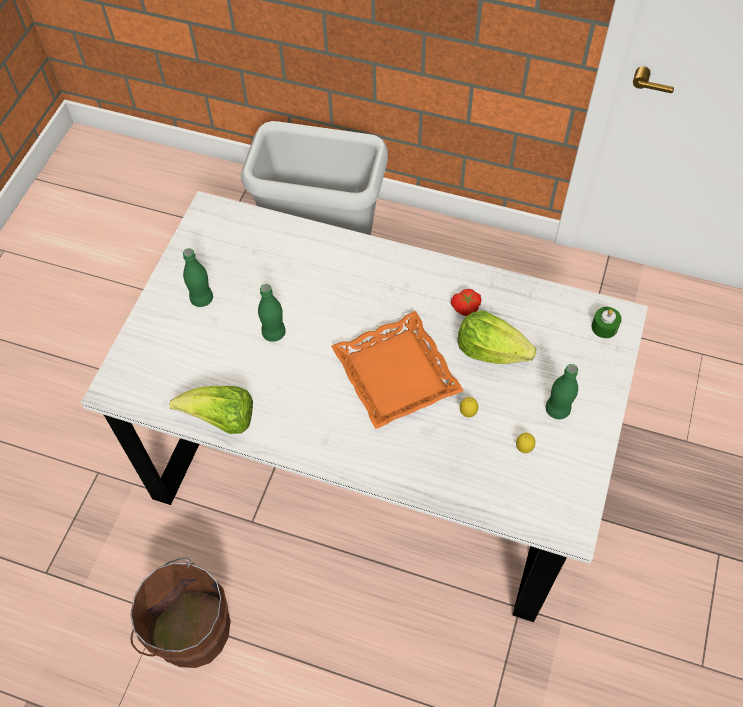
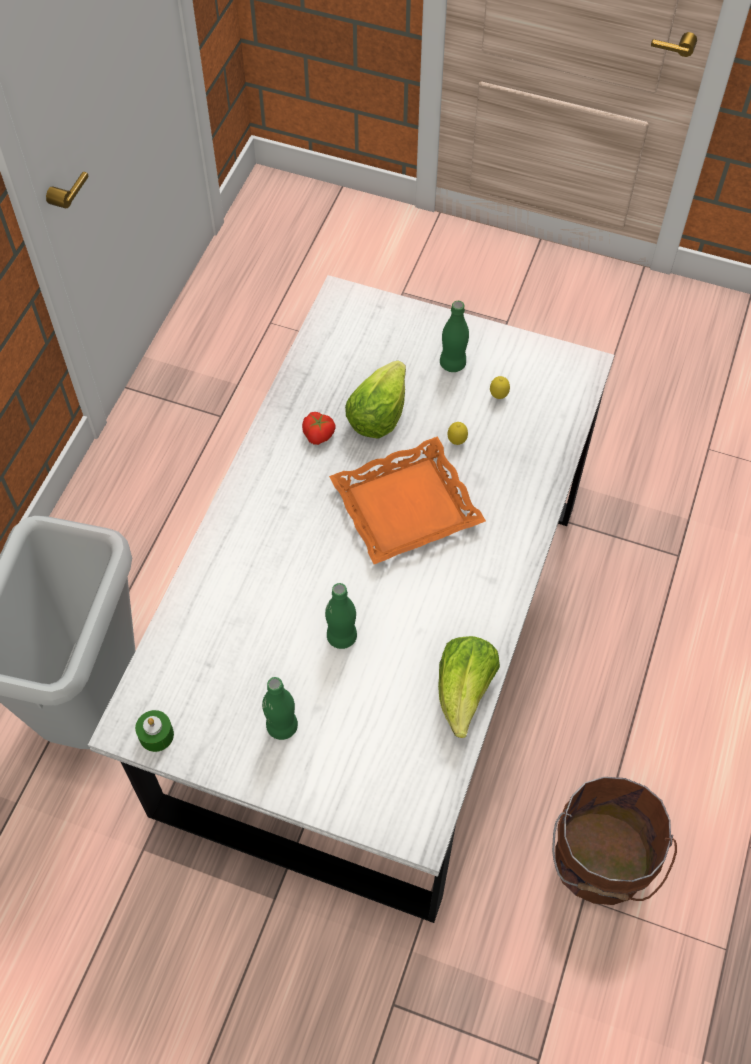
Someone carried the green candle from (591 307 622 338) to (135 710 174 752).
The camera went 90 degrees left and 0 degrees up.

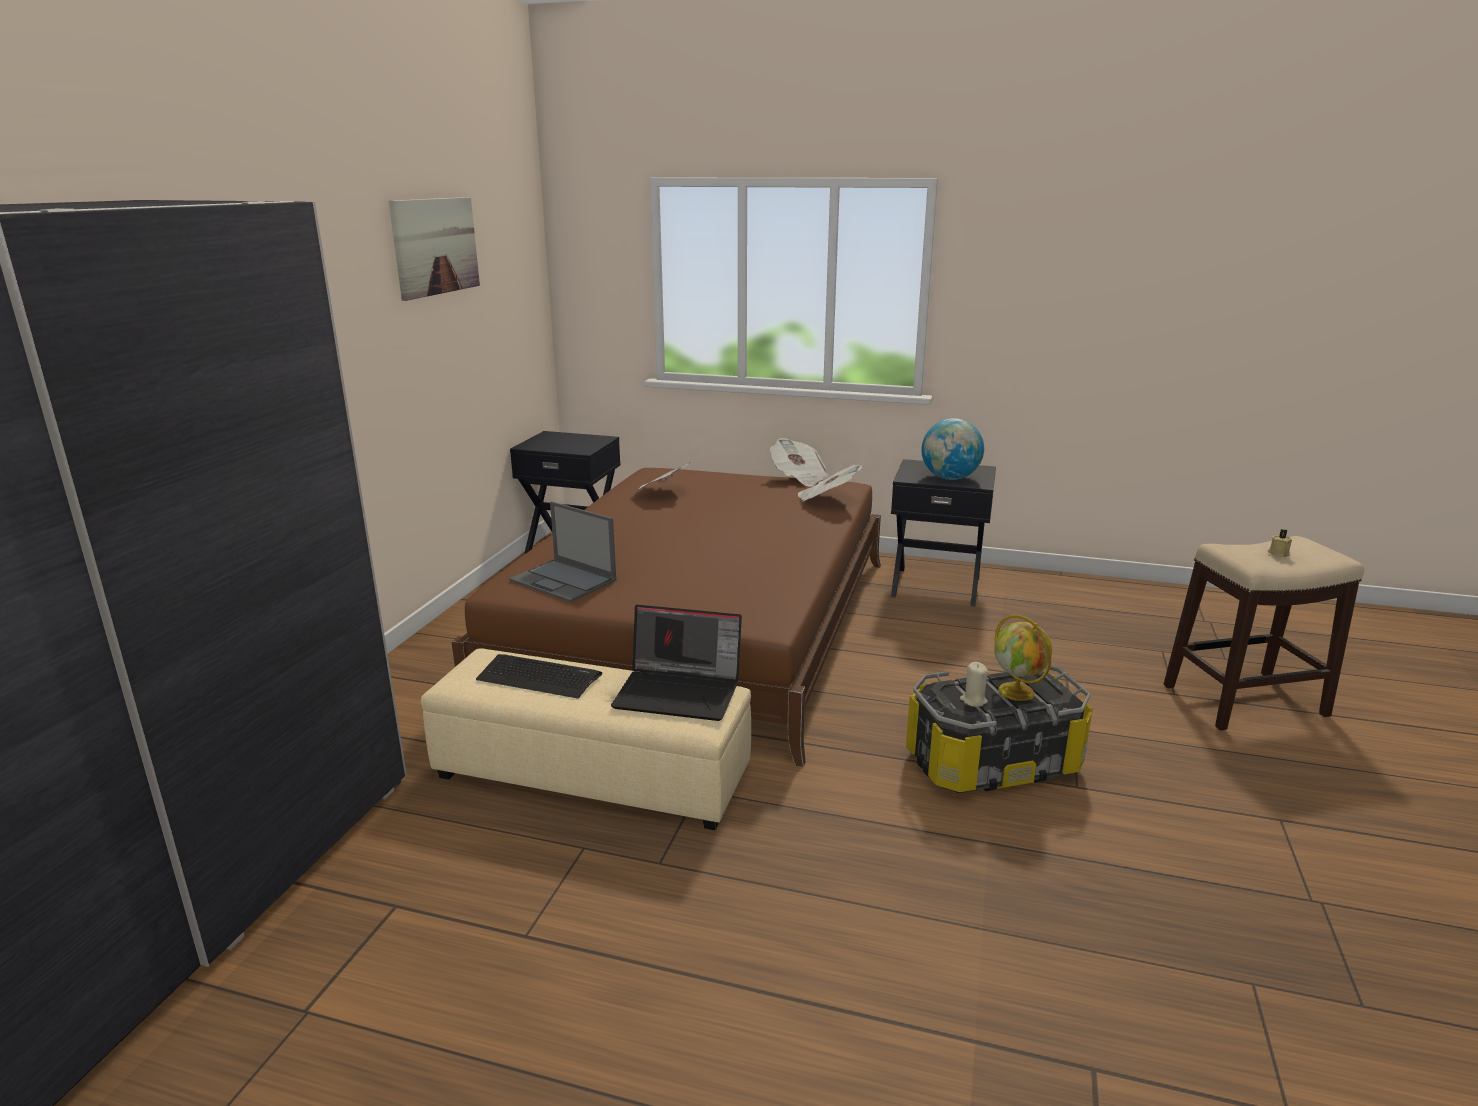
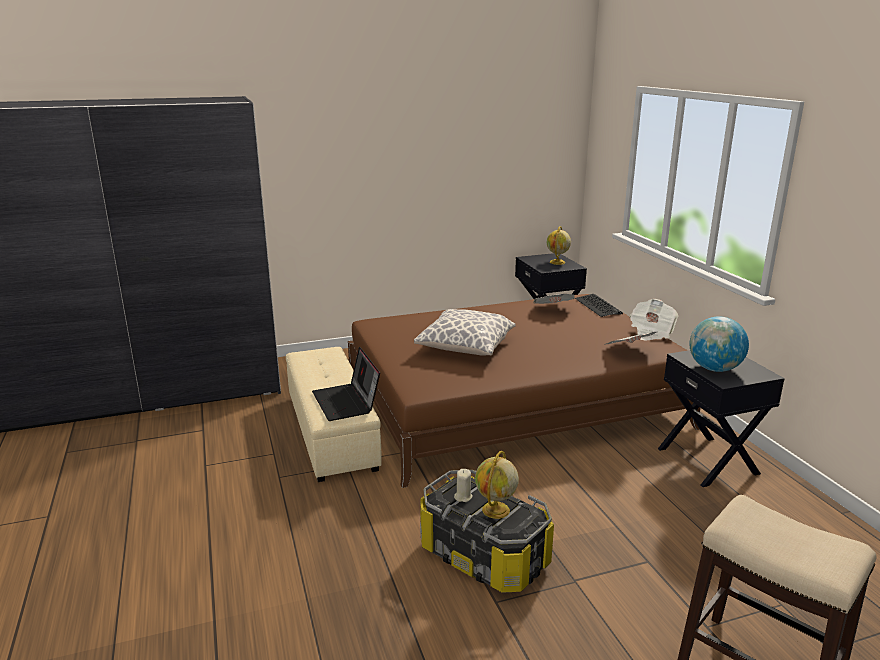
Someone took away the picture at (389 197 480 301).
Someone took away the laptop at (509 501 616 602).
Someone took away the beige candle at (1268 529 1292 557).
Someone carried the keyboard from (476 654 602 698) to (575 294 623 317).
Someone put down the globe at (547 226 571 265).
Someone put down the pillow at (414 309 516 356).
The camera went 55 degrees right and 0 degrees up.

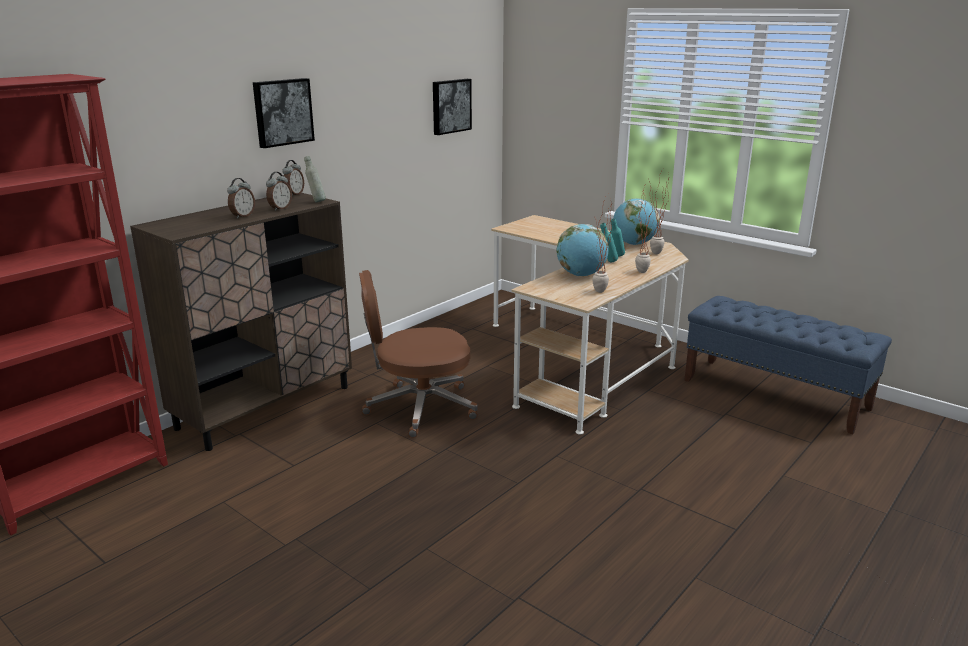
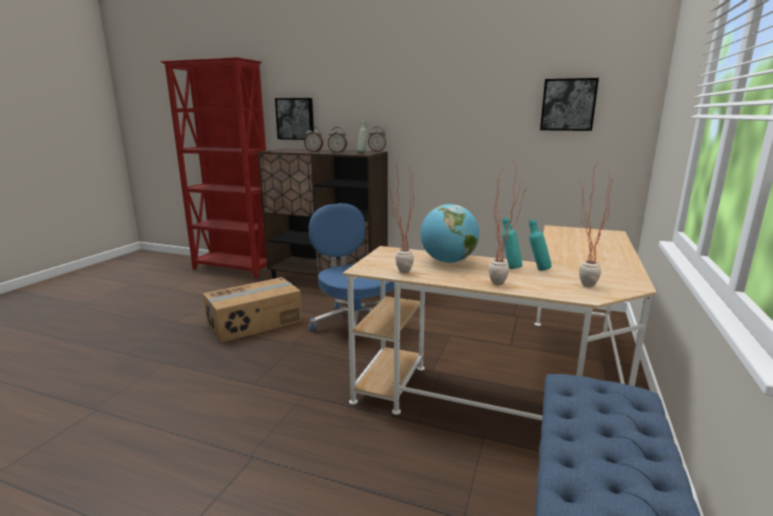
Someone carried the picture from (253 78 315 148) to (275 98 314 140).
Someone took away the globe at (613 198 659 245).
Someone repainted the brown office chair at (359 270 478 438), which became the blue office chair at (309 203 394 346).
Someone put down the cardboard box at (203 277 302 343).
The camera went 70 degrees right and 5 degrees down.

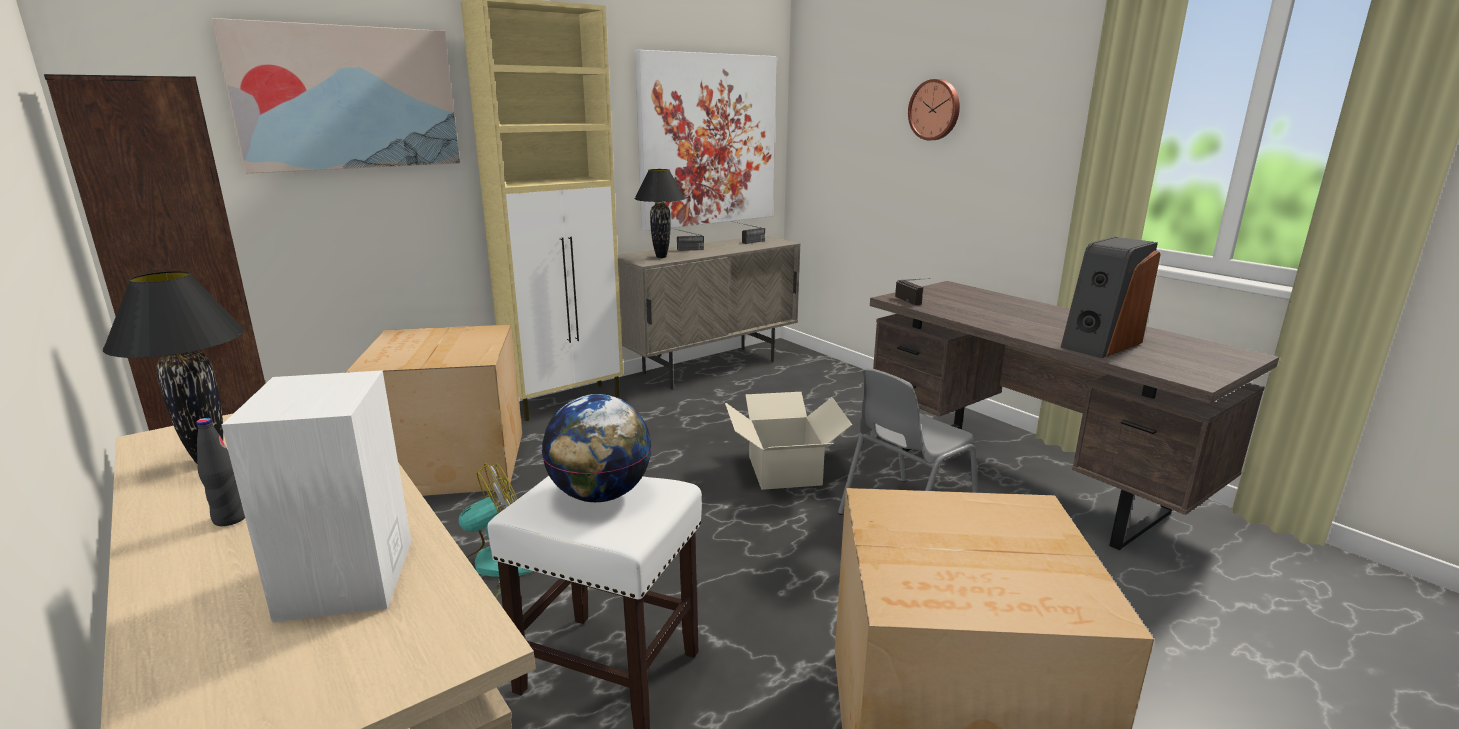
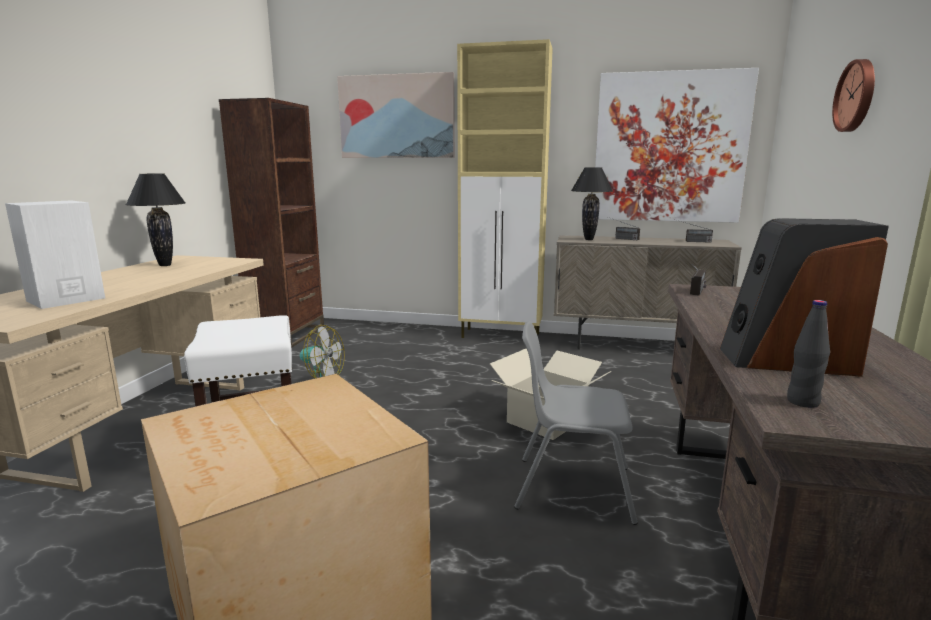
Someone took away the cardboard box at (345 325 522 496).
Someone took away the globe at (542 394 652 502).
Someone carried the black bottle from (196 418 245 526) to (787 300 830 408).
The camera went 50 degrees right and 5 degrees down.

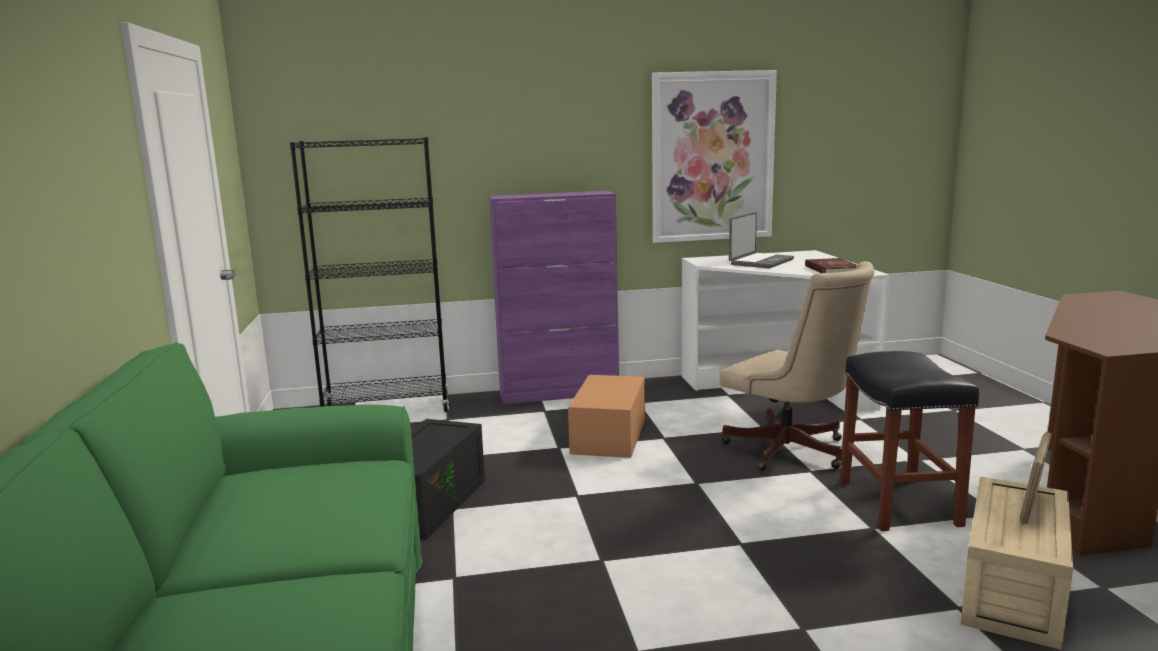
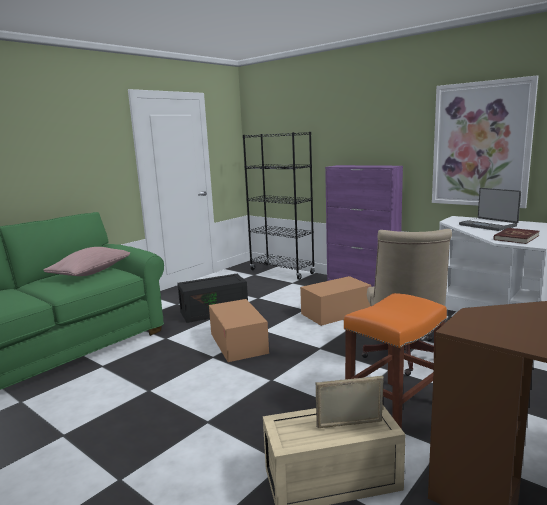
Someone rotated the laptop at (729 212 794 268) by 60 degrees clockwise.
Someone repainted the black stool at (840 351 979 531), which became the orange stool at (344 293 447 429).
Someone put down the pink pillow at (43 247 130 276).
Someone put down the cardboard box at (209 299 269 362).
The camera went 50 degrees right and 0 degrees up.

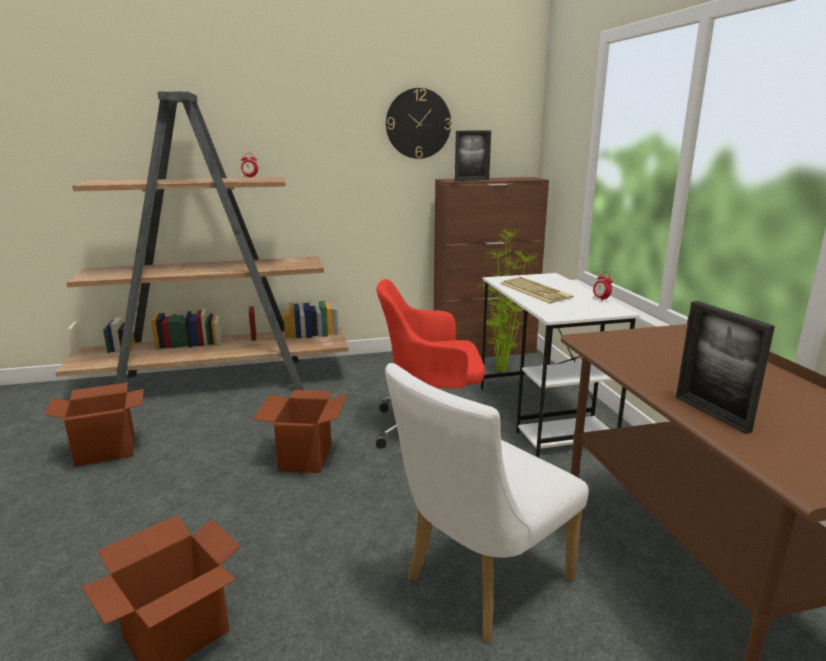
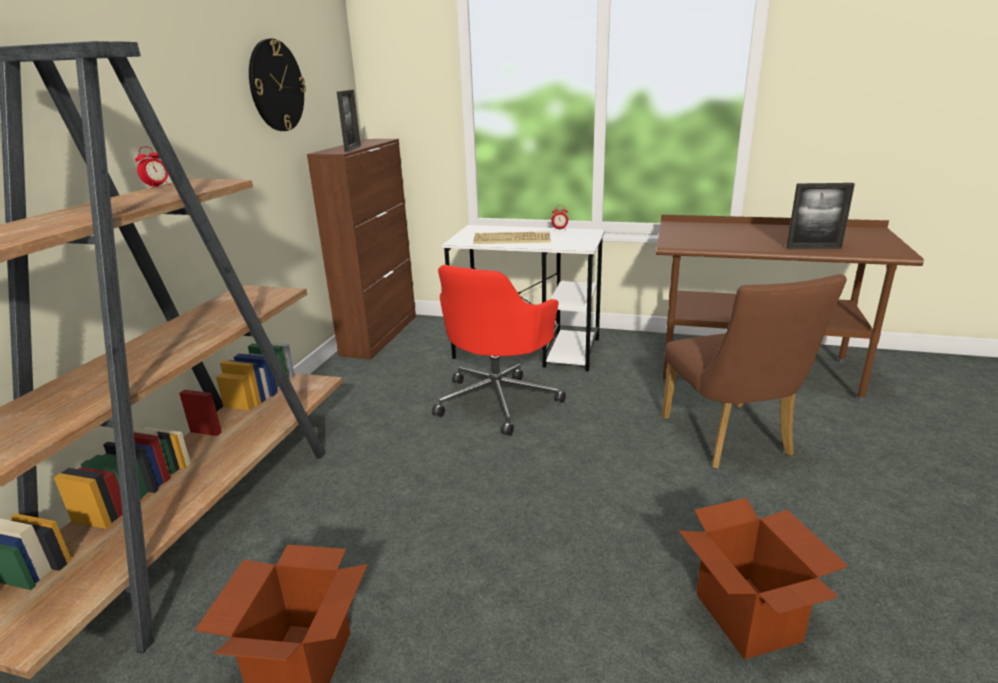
Someone took away the potted plant at (479 229 539 373).
Someone repainted the white chair at (385 363 589 643), which became the brown chair at (662 274 847 469).
Someone took away the cardboard box at (253 390 348 473).
The camera went 60 degrees left and 5 degrees up.

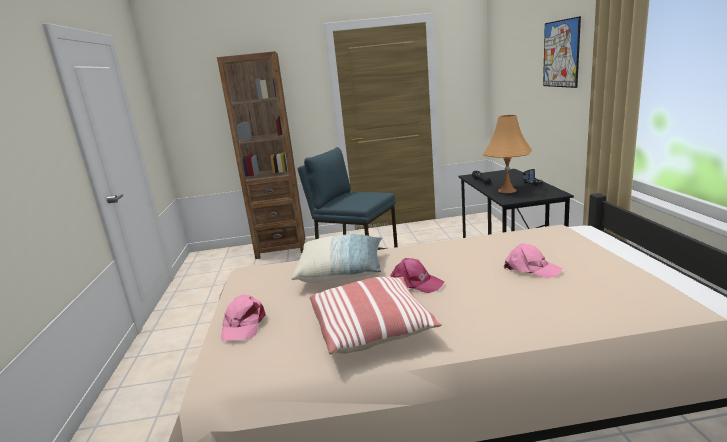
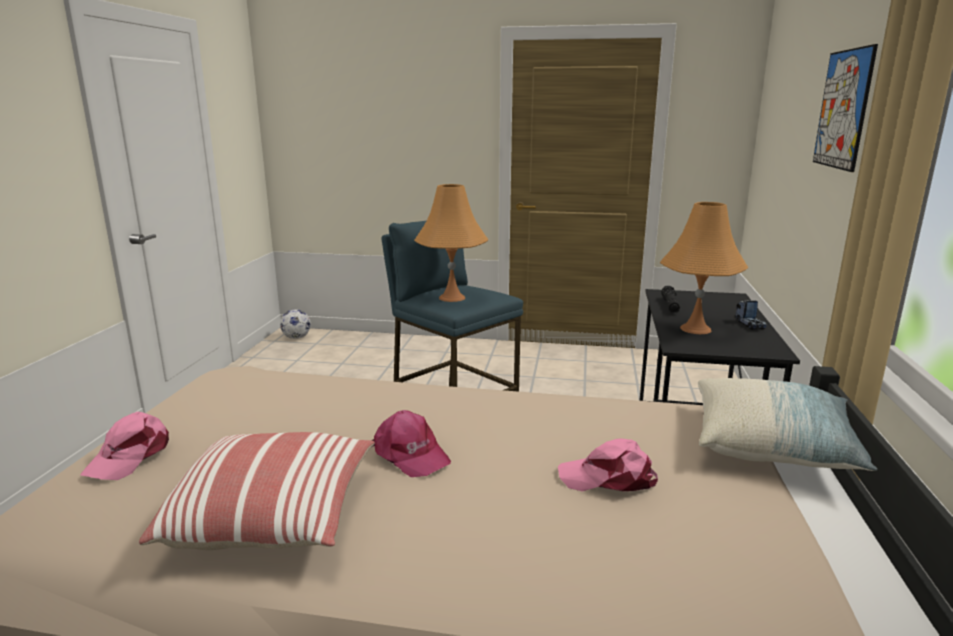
Someone took away the brown bookcase at (217 51 305 259).
Someone carried the pillow from (292 234 382 283) to (698 378 878 471).
Someone rotated the pink cap at (504 244 562 279) by 135 degrees clockwise.
Someone put down the orange table lamp at (414 184 488 302).
Someone put down the football at (280 309 311 339).
The camera went 15 degrees right and 0 degrees up.

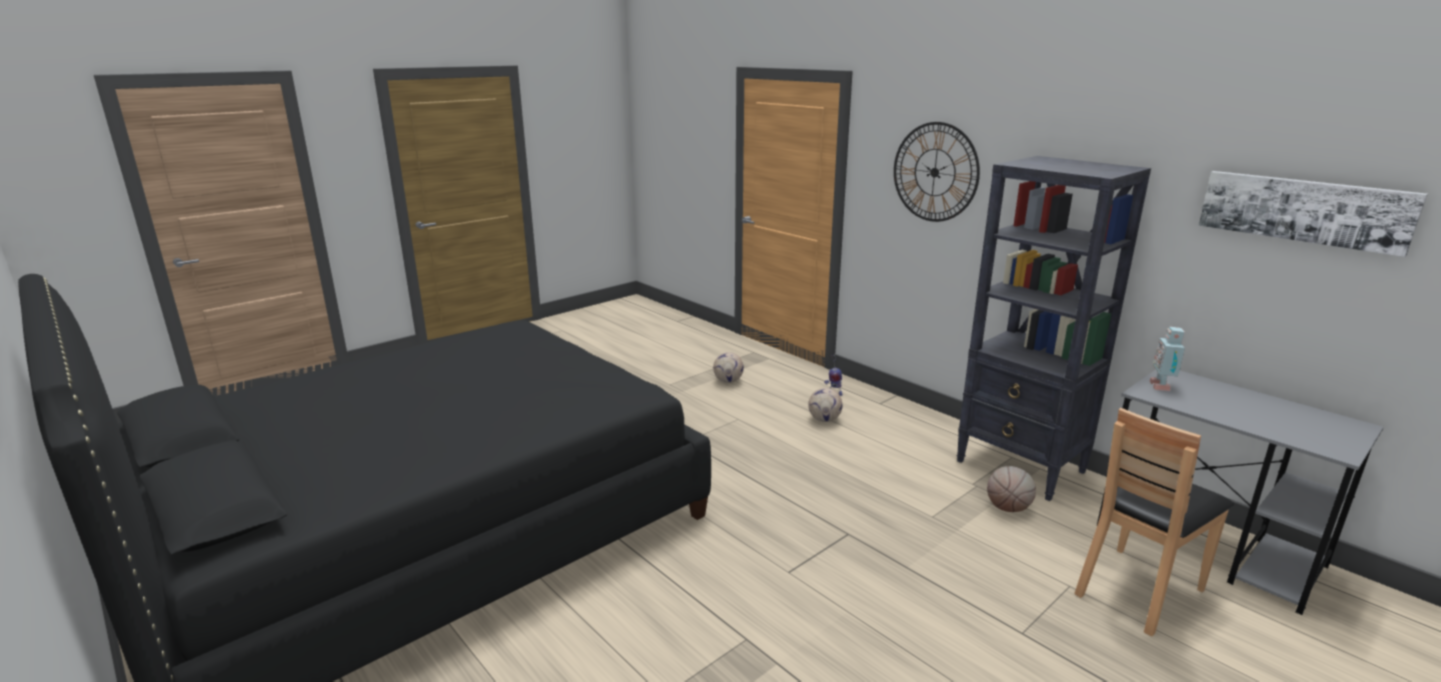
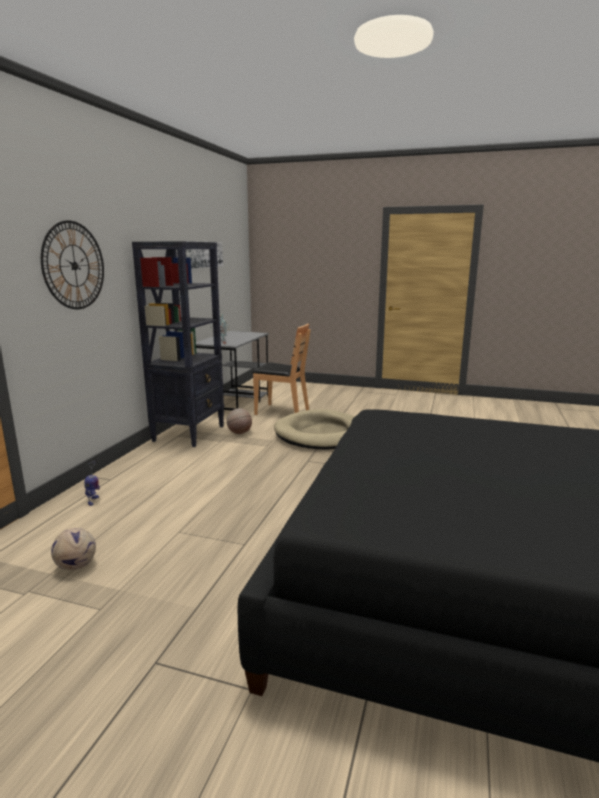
Someone took away the football at (808 388 843 422).
Someone put down the beige dog bed at (274 409 355 450).
The camera went 120 degrees left and 5 degrees down.

